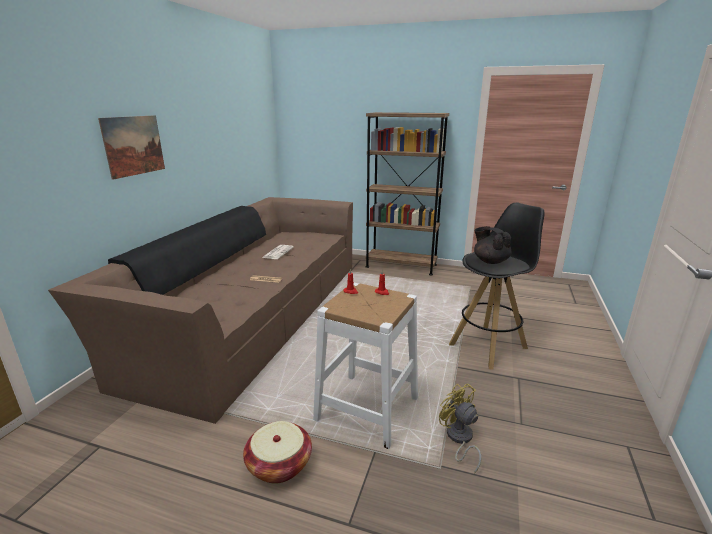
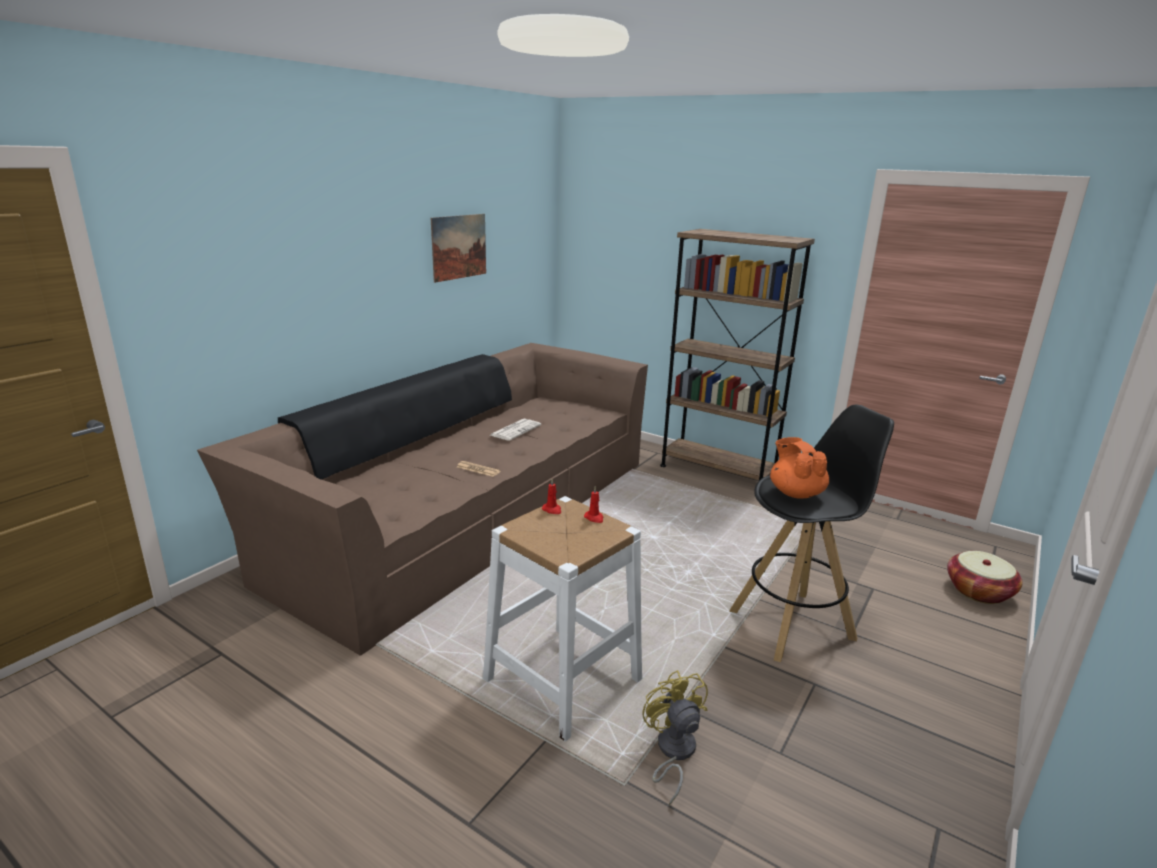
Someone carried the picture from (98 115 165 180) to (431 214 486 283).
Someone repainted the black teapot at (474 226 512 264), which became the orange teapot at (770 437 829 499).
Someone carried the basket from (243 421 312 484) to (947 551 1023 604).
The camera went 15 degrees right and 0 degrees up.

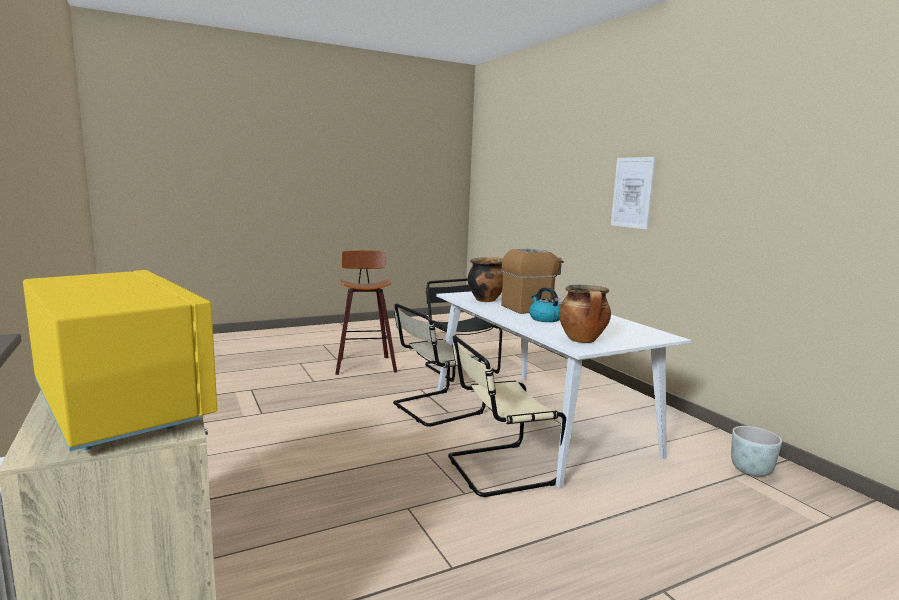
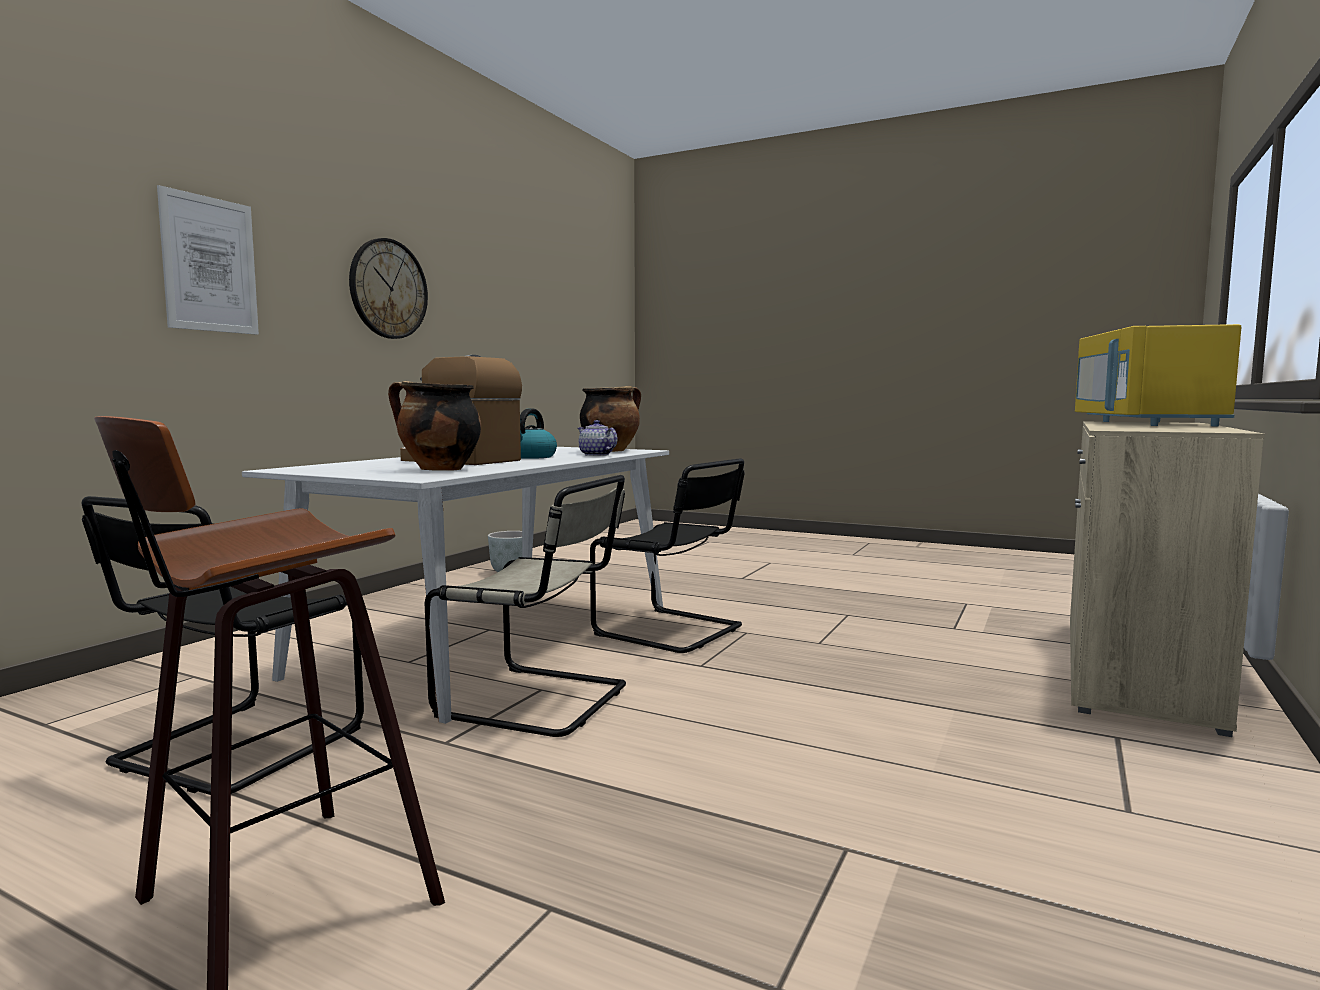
Someone repainted the beige chair at (448 335 566 497), which became the black chair at (590 458 745 653).
Someone put up the wall clock at (349 238 428 339).
Someone put down the teapot at (578 420 617 456).
The camera went 125 degrees left and 5 degrees down.

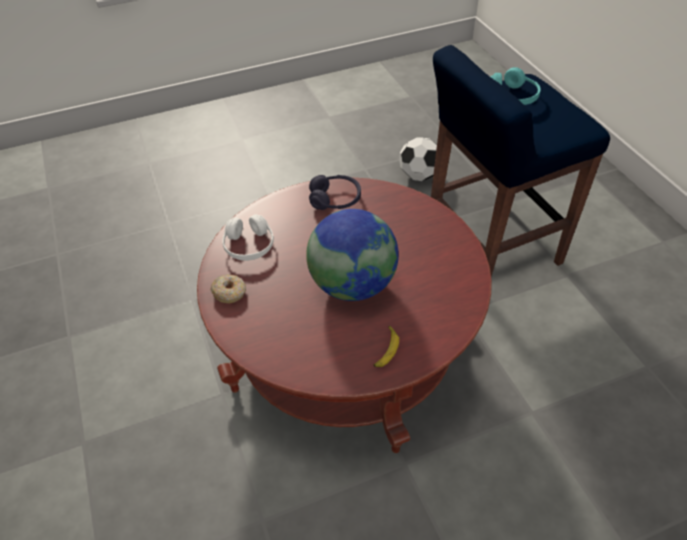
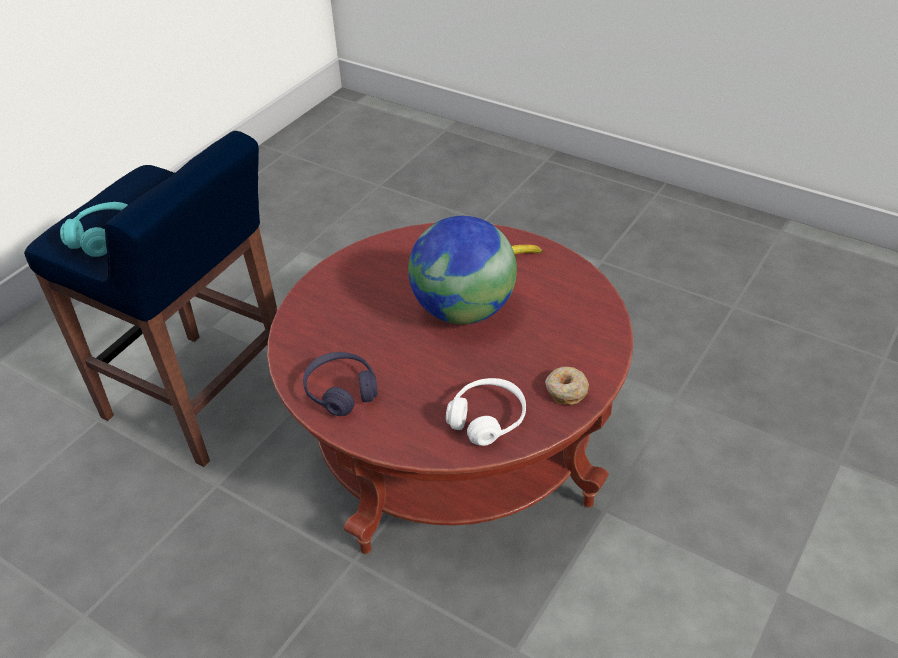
Someone took away the football at (399 137 437 181).
The camera went 125 degrees left and 5 degrees down.

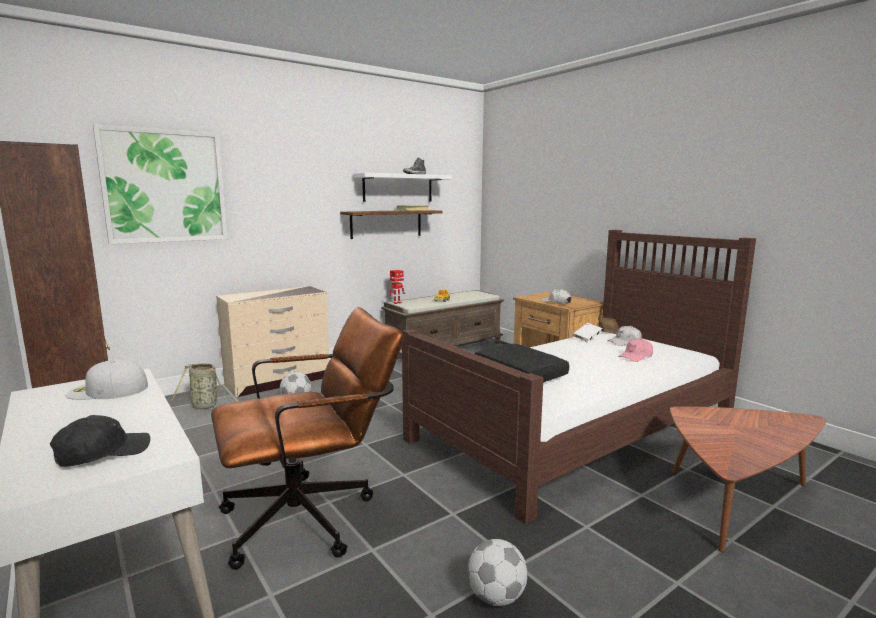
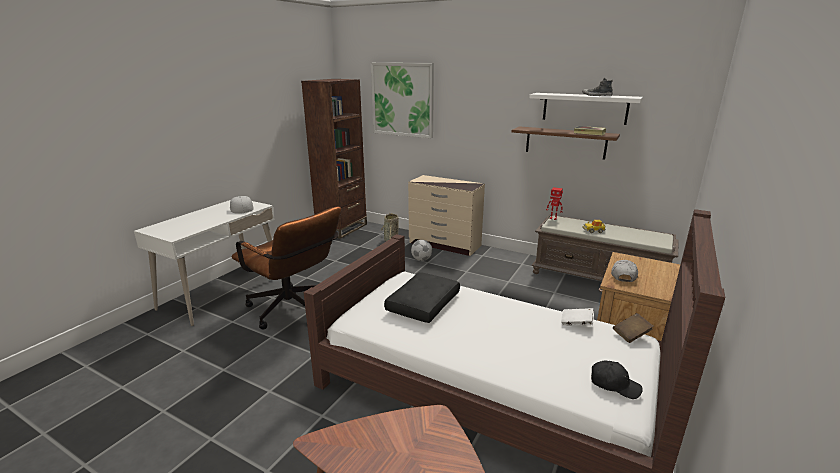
Someone took away the white cap at (608 326 642 346).
Someone took away the pink cap at (618 338 653 362).
Someone carried the black cap from (50 415 150 467) to (591 361 643 399).
Someone took away the football at (467 539 528 606).
The camera went 65 degrees right and 10 degrees up.

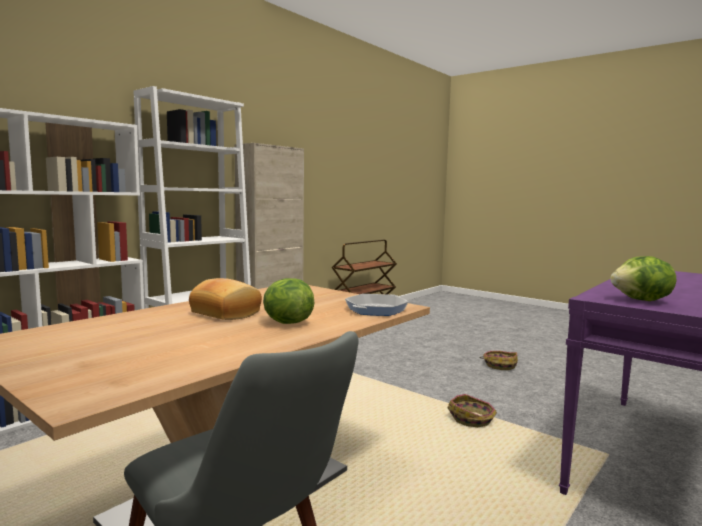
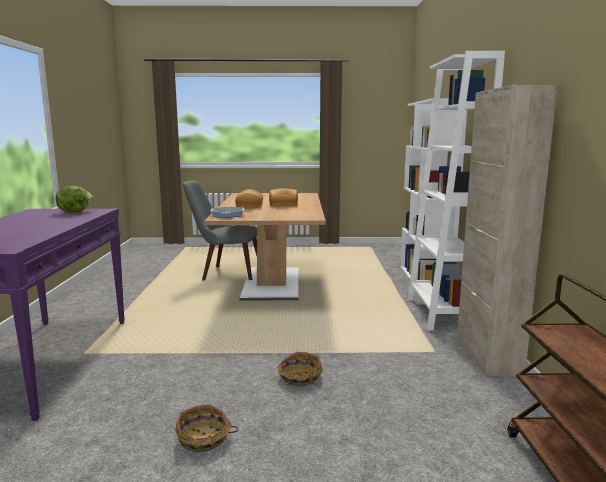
Someone swapped the lettuce at (263 278 314 324) for the bread at (235 189 263 209).
Someone carried the basket from (447 394 497 427) to (277 352 322 386).
The camera went 140 degrees right and 5 degrees up.

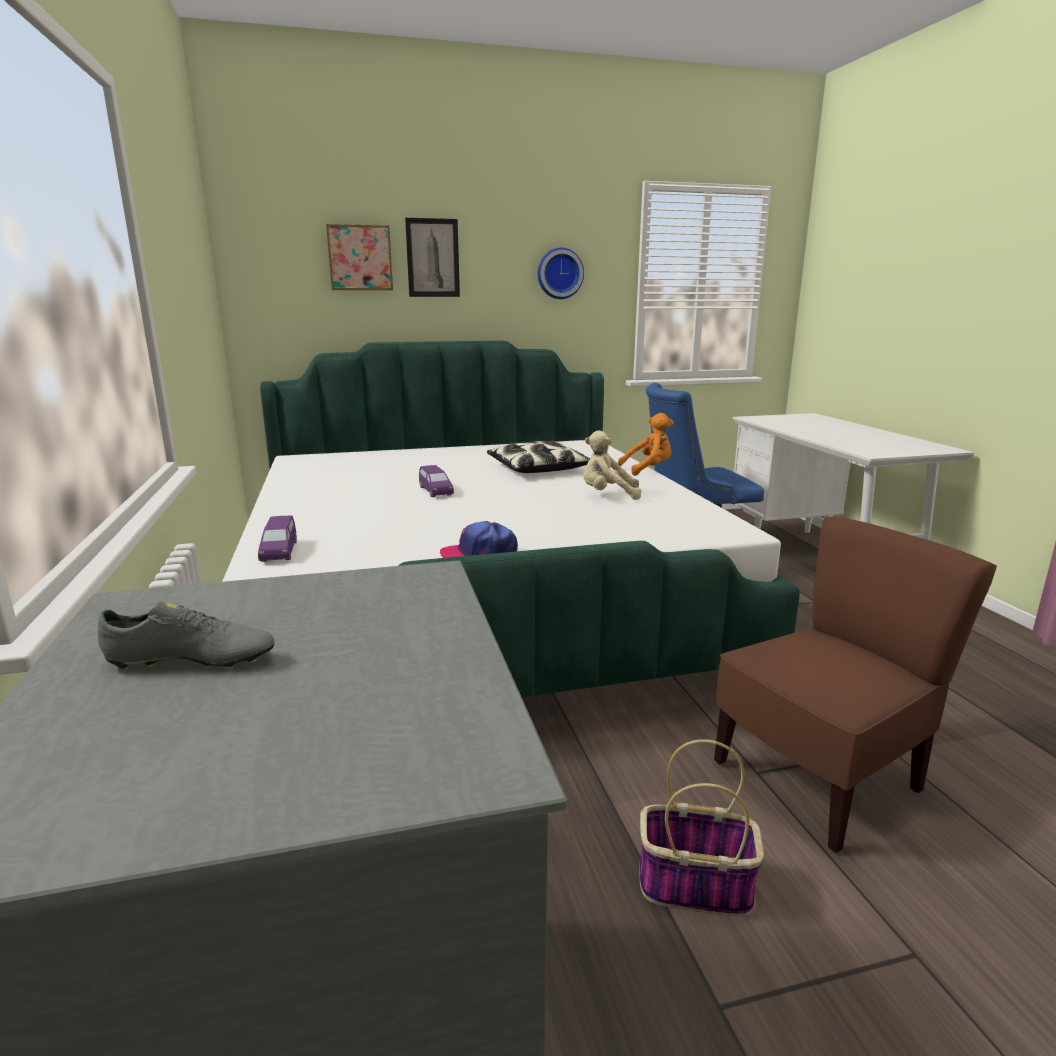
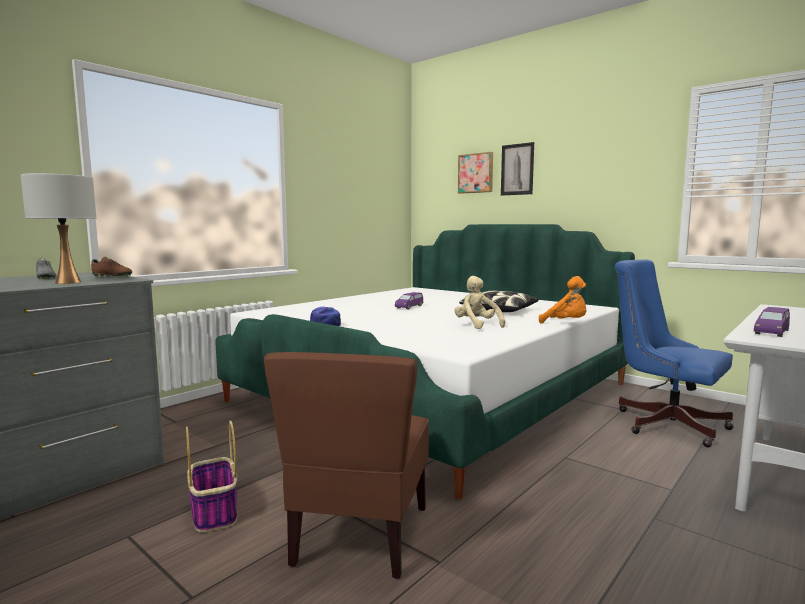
Someone took away the wall clock at (538 248 584 299).
Someone carried the purple toy car from (258 516 297 562) to (754 307 790 337).
Someone rotated the brown chair at (714 517 997 853) by 75 degrees clockwise.
Someone put down the white table lamp at (21 173 96 284).
Someone put down the brown shoe at (91 257 132 277).
The camera went 55 degrees right and 10 degrees down.

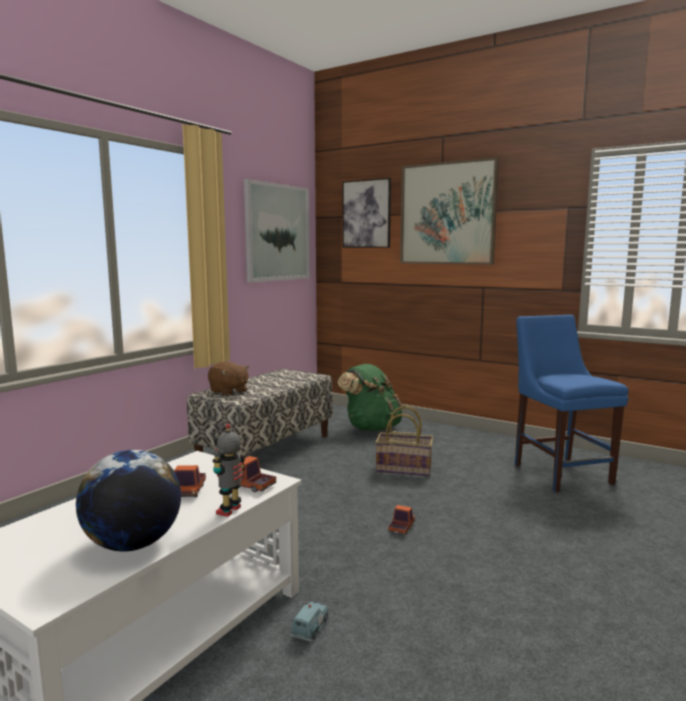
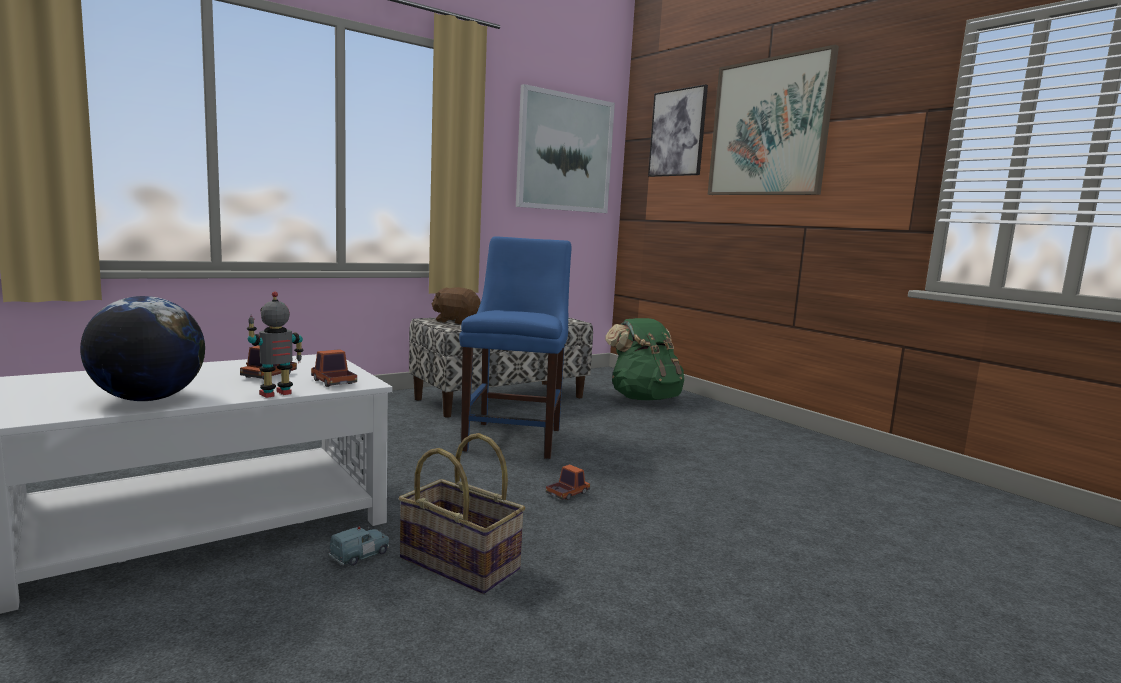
Someone carried the blue chair from (515 315 628 492) to (459 236 571 459).
Someone rotated the brown plush toy at (208 362 249 396) by 135 degrees clockwise.
Someone carried the basket from (375 406 433 476) to (399 433 525 594).
The camera went 20 degrees right and 0 degrees up.

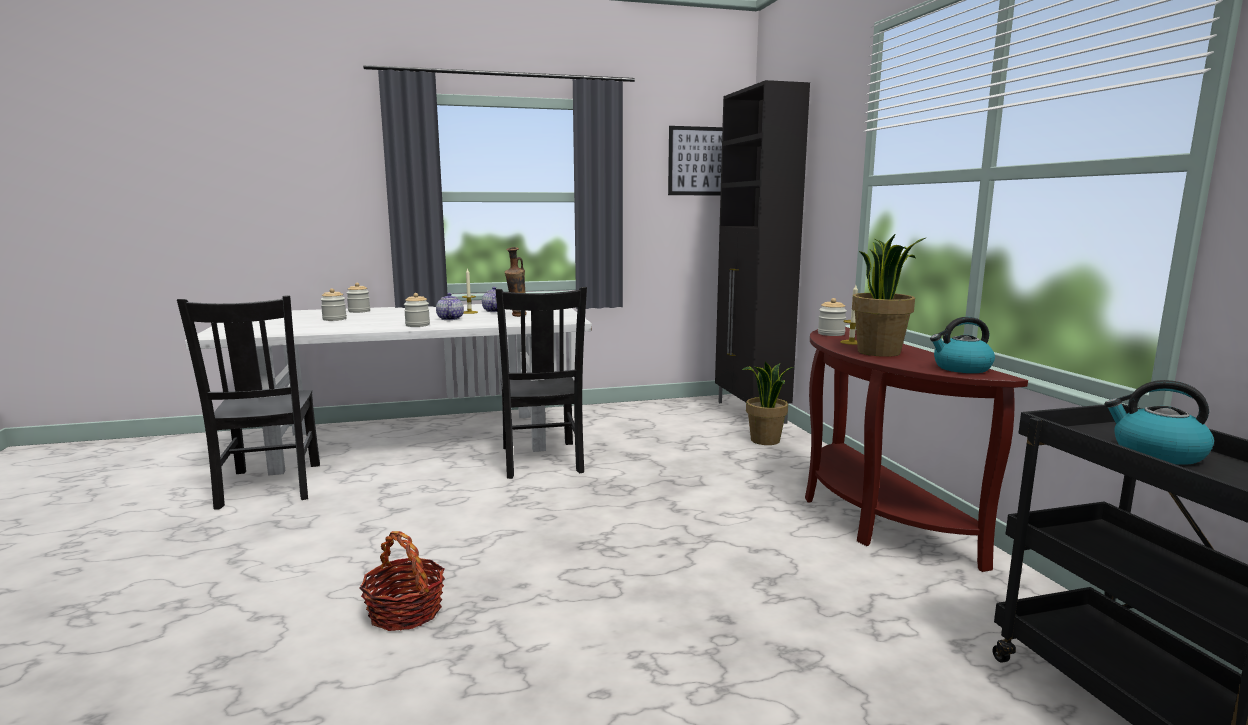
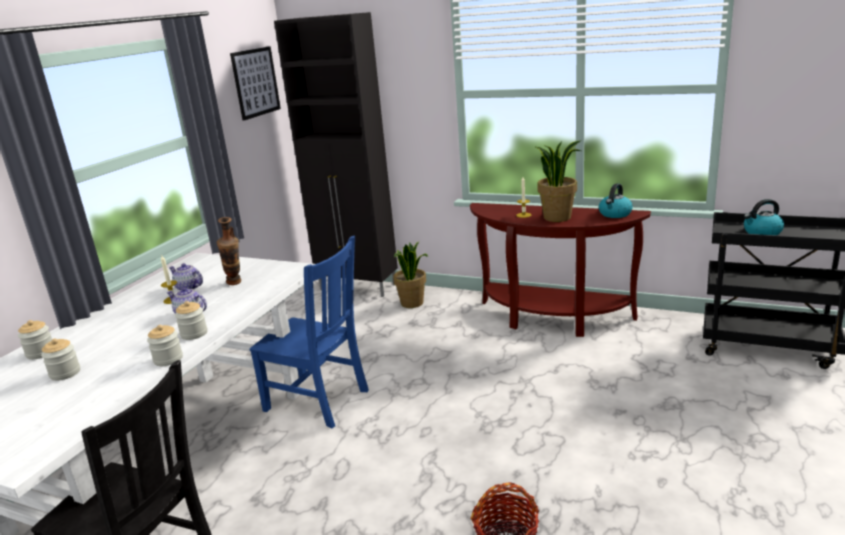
Someone repainted the black chair at (496 287 587 479), which became the blue chair at (250 236 369 429).
Someone carried the jar from (818 298 847 336) to (147 325 183 366).
The camera went 50 degrees left and 10 degrees up.

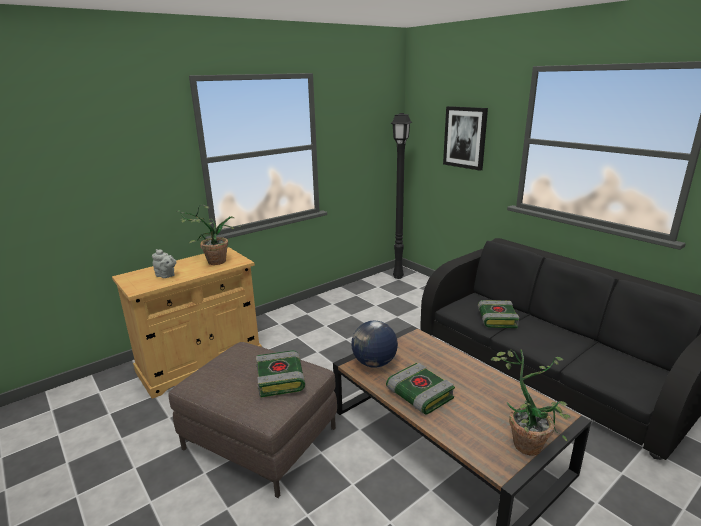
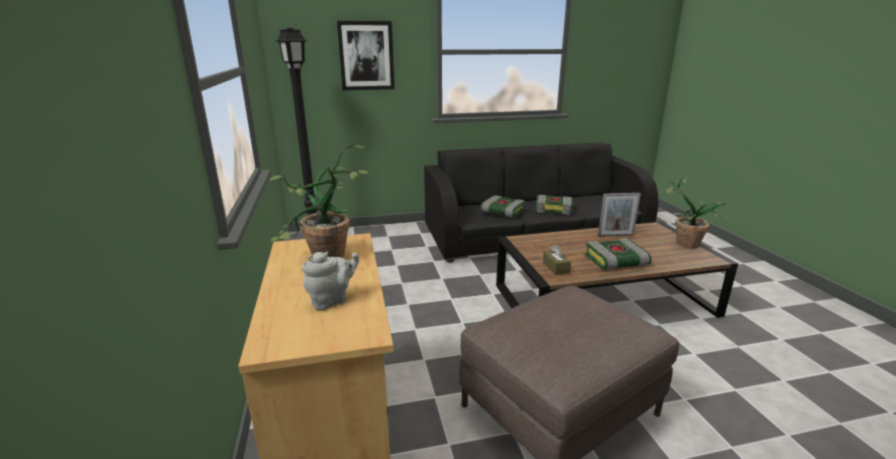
Someone swapped the globe at (351 321 398 368) for the brown tissue box at (543 245 571 275).
Someone carried the book from (256 350 306 397) to (535 195 573 215).
Someone put down the picture frame at (598 193 641 236).
The camera went 65 degrees left and 0 degrees up.

